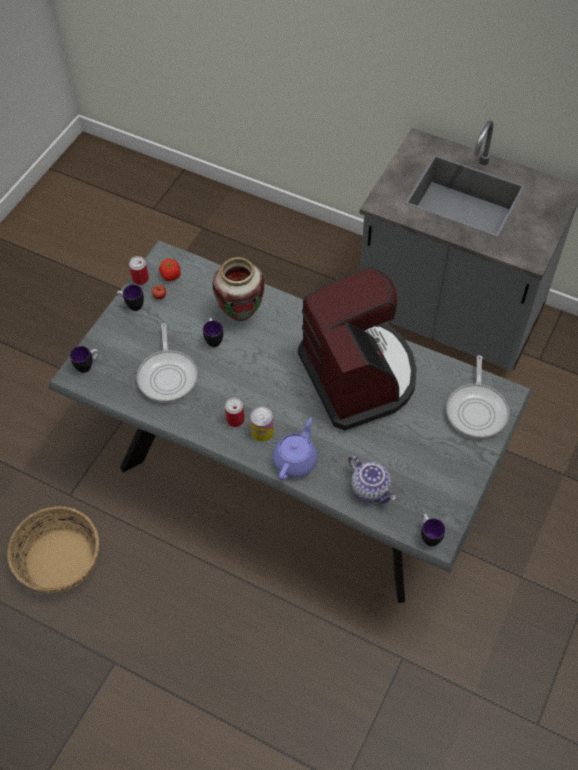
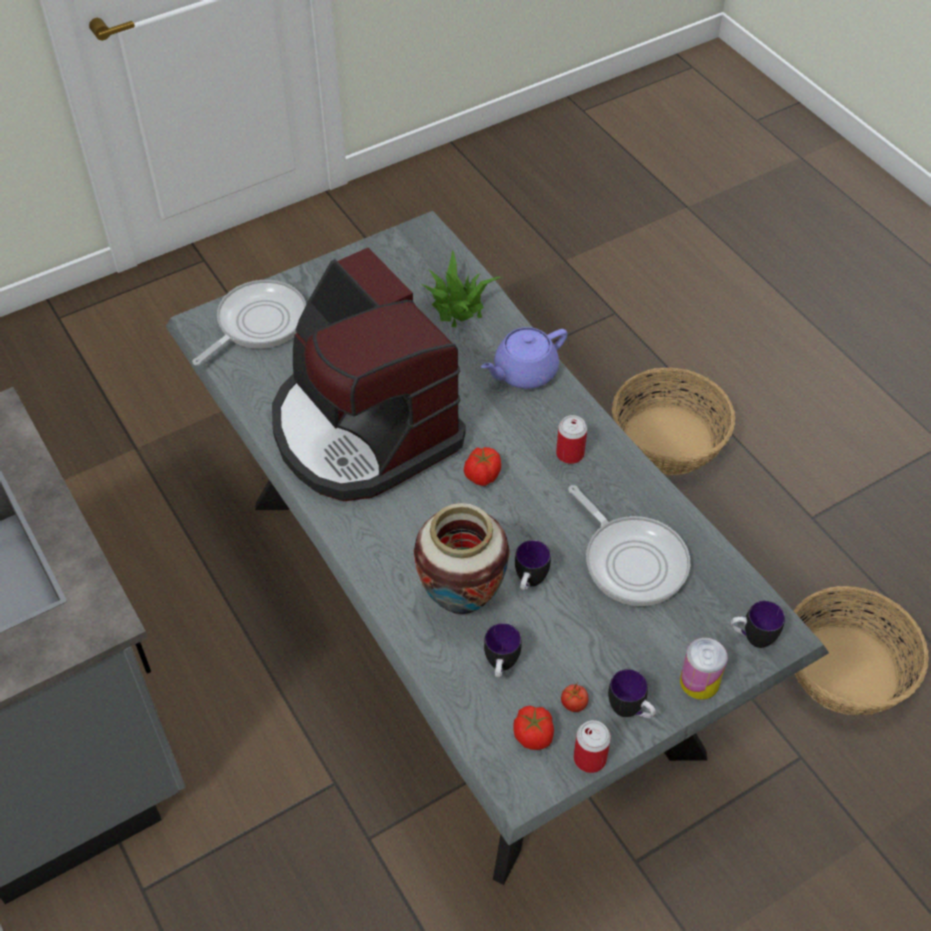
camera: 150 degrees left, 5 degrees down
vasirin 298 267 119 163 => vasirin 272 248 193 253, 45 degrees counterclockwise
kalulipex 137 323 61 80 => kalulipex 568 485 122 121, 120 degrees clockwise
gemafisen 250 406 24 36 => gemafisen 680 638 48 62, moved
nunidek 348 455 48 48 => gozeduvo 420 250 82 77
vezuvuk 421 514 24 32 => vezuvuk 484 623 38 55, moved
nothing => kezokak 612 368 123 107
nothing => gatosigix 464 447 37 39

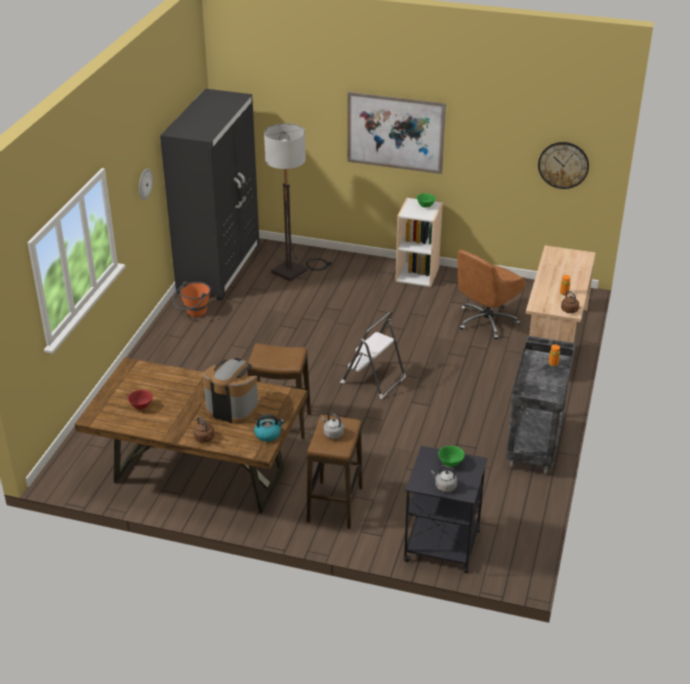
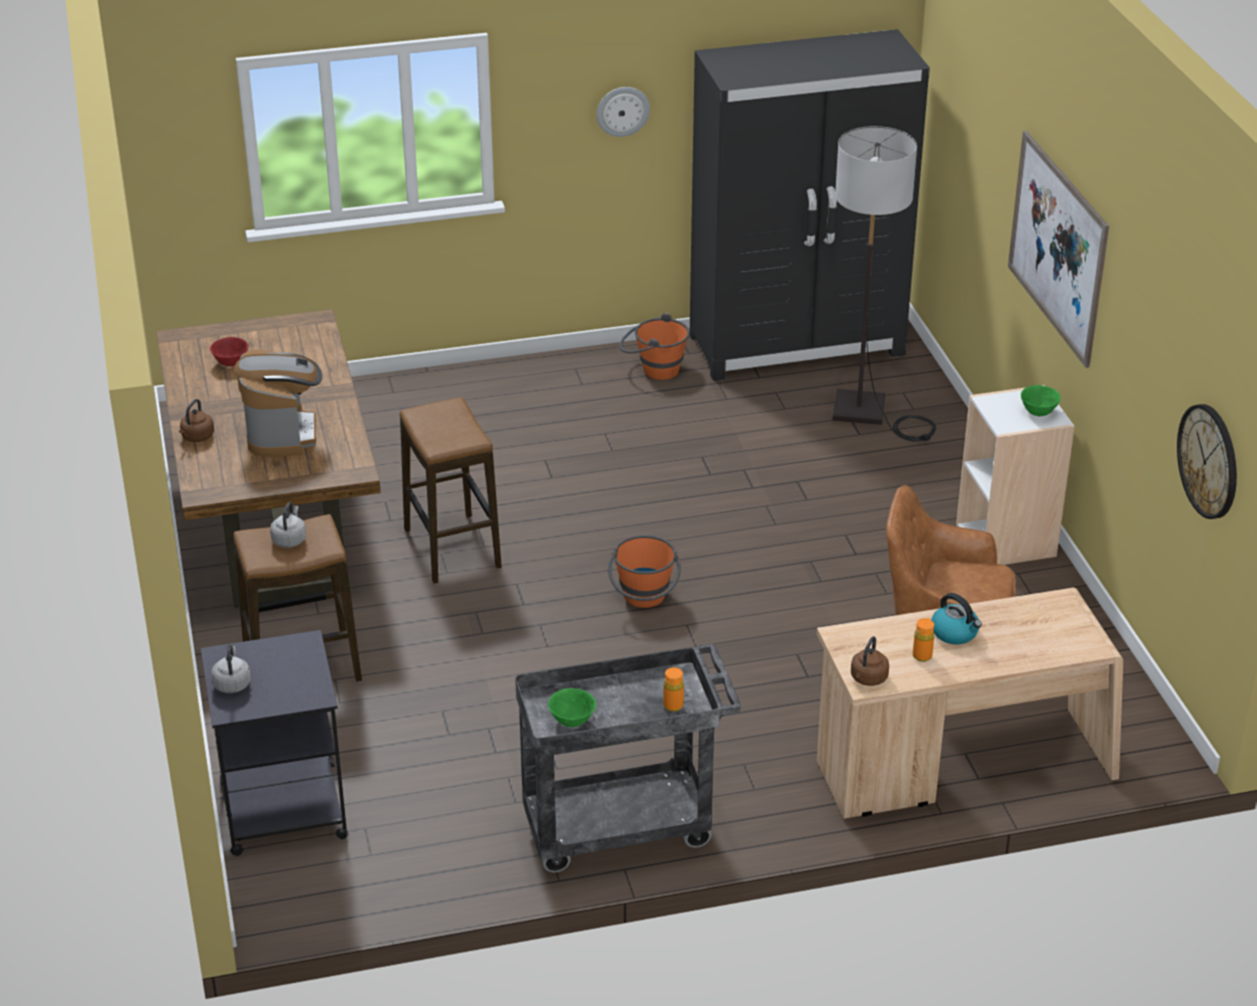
camera: 60 degrees right, 0 degrees up
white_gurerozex 340 311 66 88 => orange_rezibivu 608 535 73 73
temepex 254 414 30 28 => temepex 931 593 51 52, moved
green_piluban 438 446 27 21 => green_piluban 548 688 48 39, moved

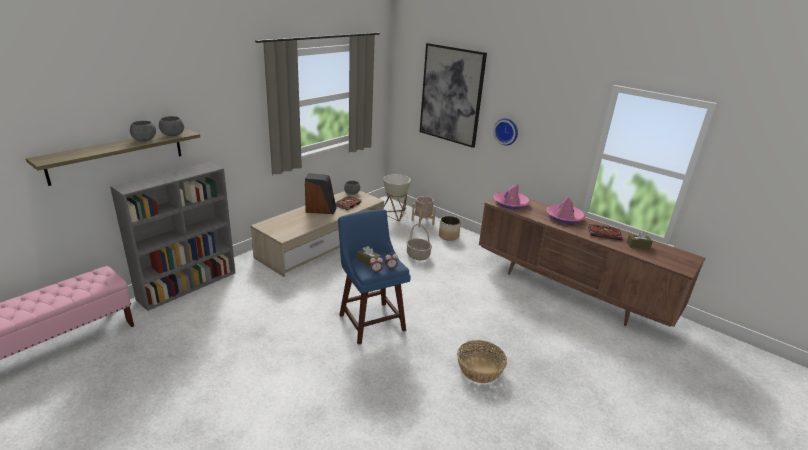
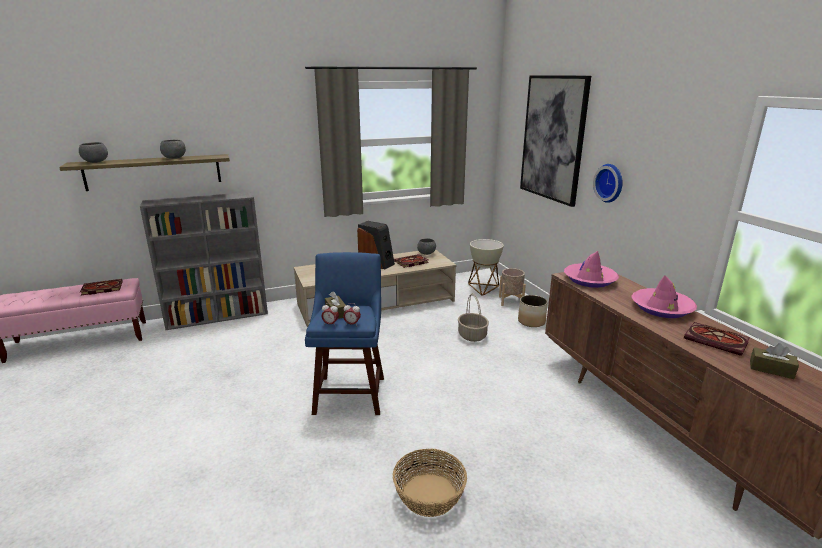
camera: 30 degrees right, 5 degrees down
grey_piluban 159 116 25 20 => grey_piluban 79 142 29 21, moved
nothing => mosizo 80 279 43 16

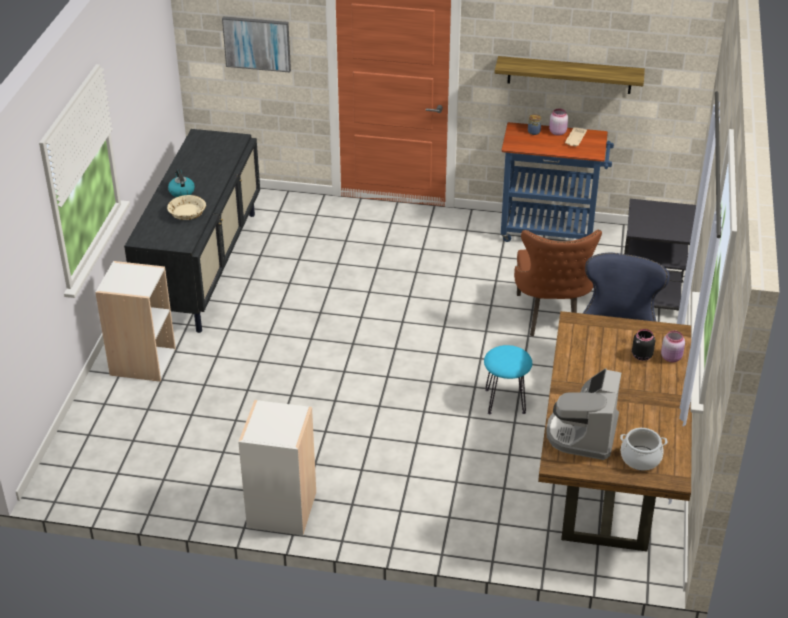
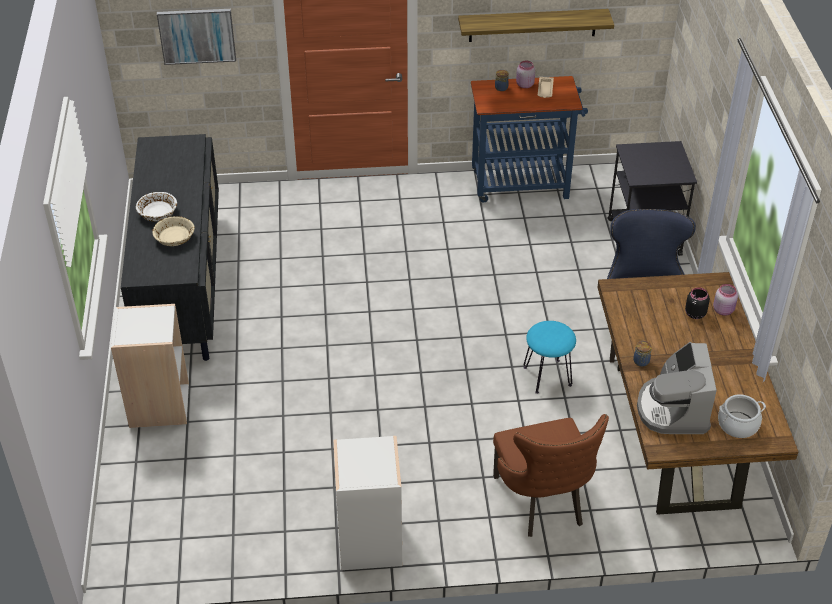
camera: 15 degrees left, 5 degrees up
temepex 168 169 27 28 => white_piluban 136 192 41 29
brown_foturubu 514 230 88 106 => brown_foturubu 493 414 116 123, moved
nothing => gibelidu 633 341 19 26

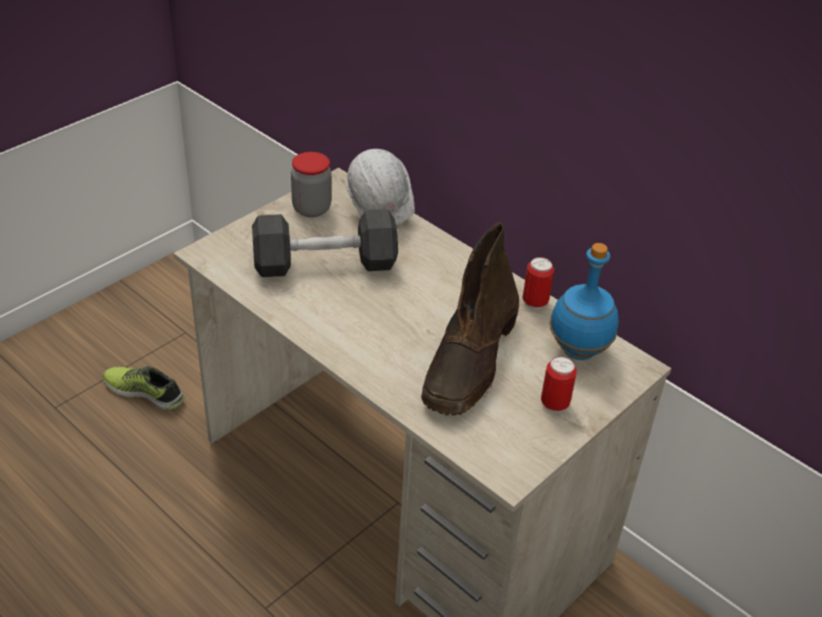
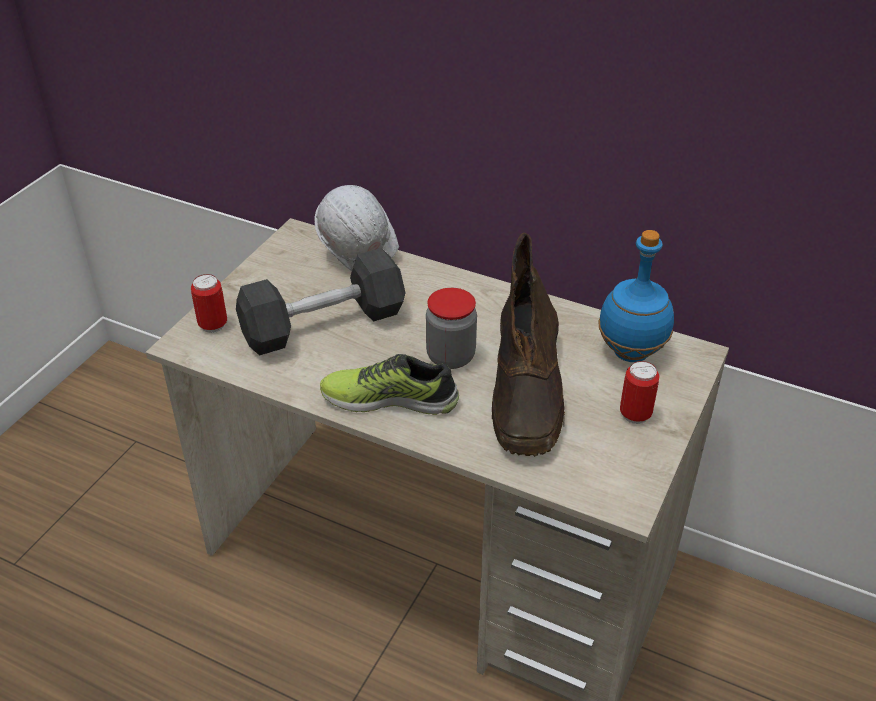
camera: 15 degrees left, 0 degrees up
gibelidu 291 152 40 65 => gibelidu 426 288 51 81, moved
gemafisen 523 257 31 52 => gemafisen 191 274 36 59, moved
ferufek 103 366 81 45 => ferufek 320 354 139 61, moved

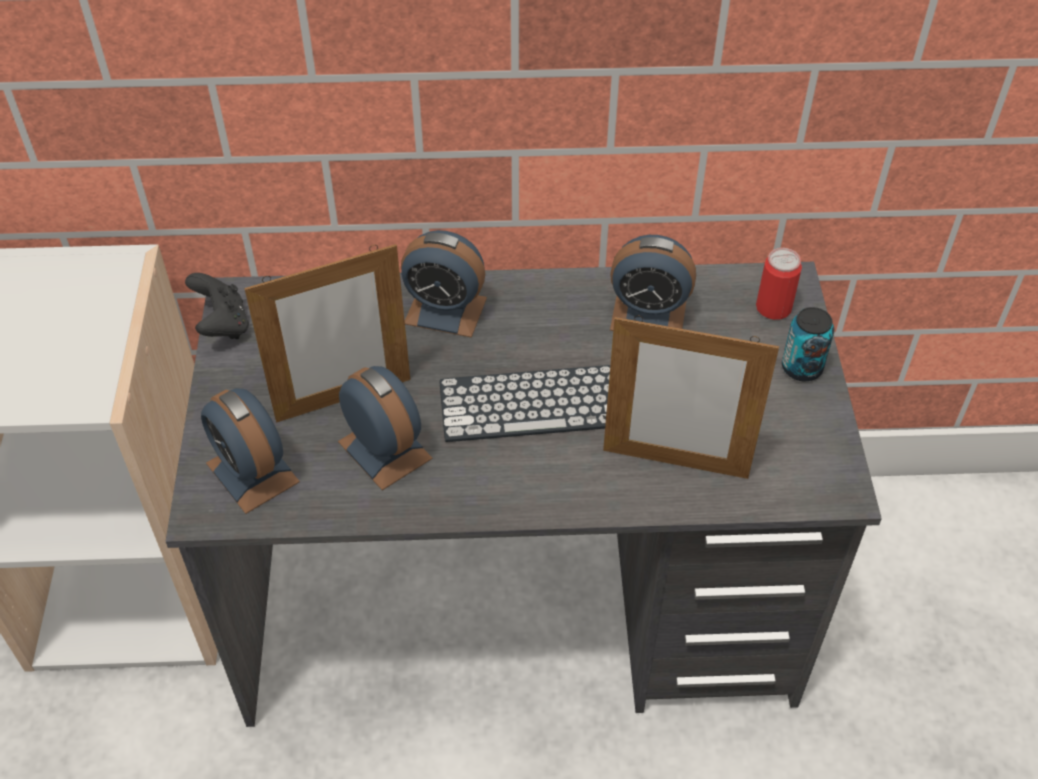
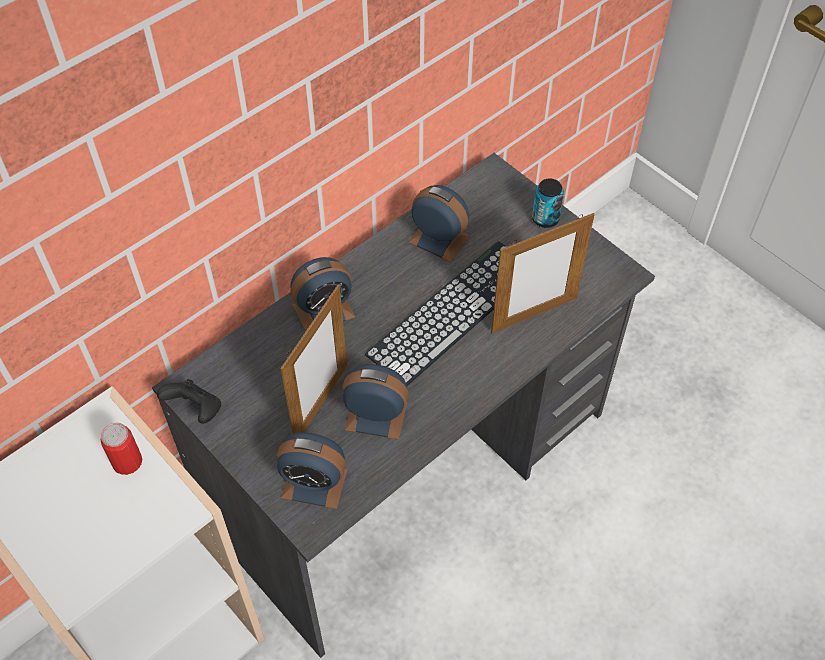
camera: 40 degrees left, 5 degrees up
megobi 610 235 86 96 => megobi 408 185 62 77, 120 degrees counterclockwise
gemafisen 756 248 46 72 => gemafisen 101 423 41 52, moved

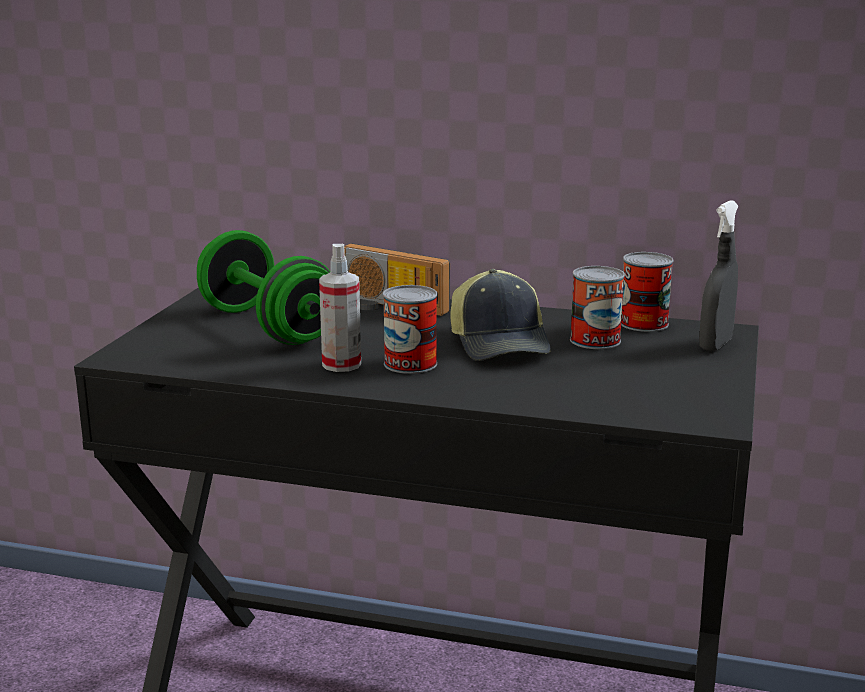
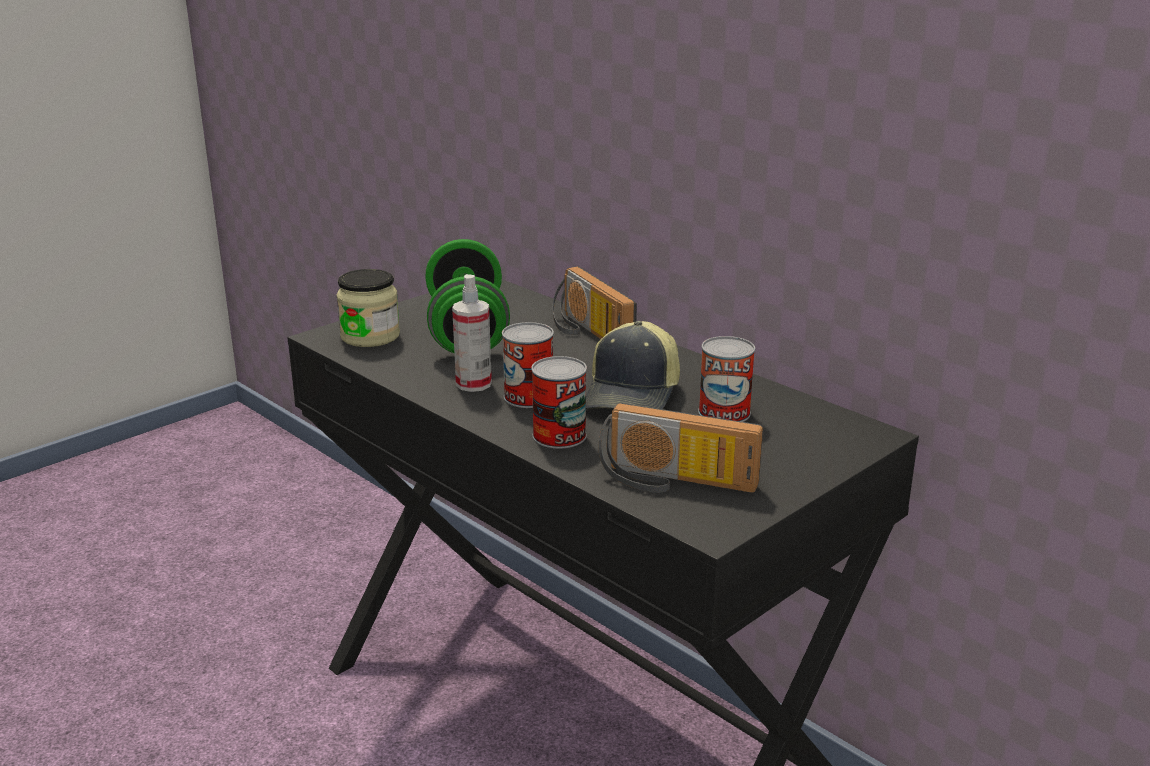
camera: 30 degrees right, 5 degrees up
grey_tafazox 699 200 39 151 => nothing
gemafisen 621 252 52 80 => gemafisen 531 356 56 93, moved
nothing => gibelidu 336 269 64 78
nothing => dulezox 599 403 164 90

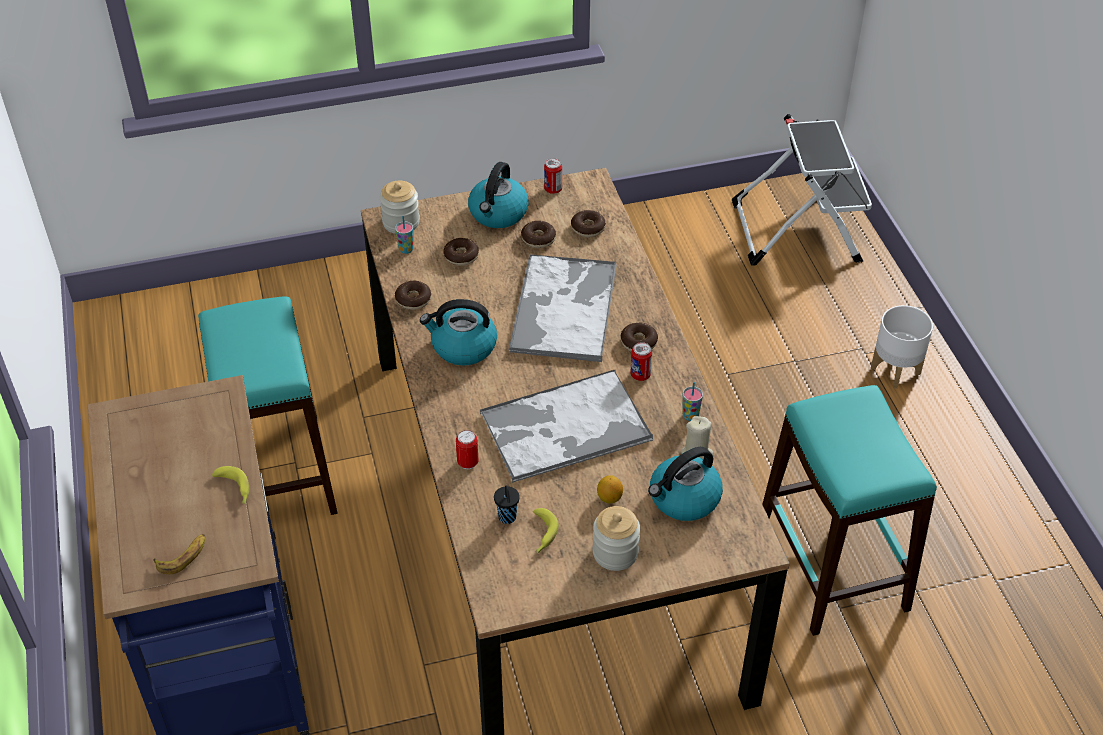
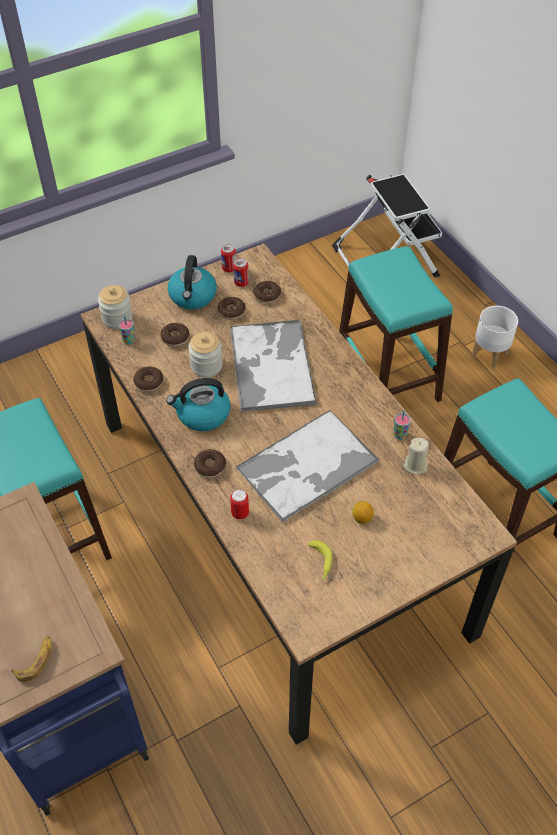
camera: 15 degrees left, 5 degrees up
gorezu 621 322 37 30 => gorezu 194 449 32 29, moved
gemafisen 630 342 22 39 => gemafisen 233 258 16 29, moved
temepex 648 447 75 74 => nothing
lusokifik 212 466 37 38 => nothing
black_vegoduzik 494 485 26 39 => nothing
gibelidu 593 506 47 65 => gibelidu 188 332 35 46, moved
nothing => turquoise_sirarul 339 246 114 156

